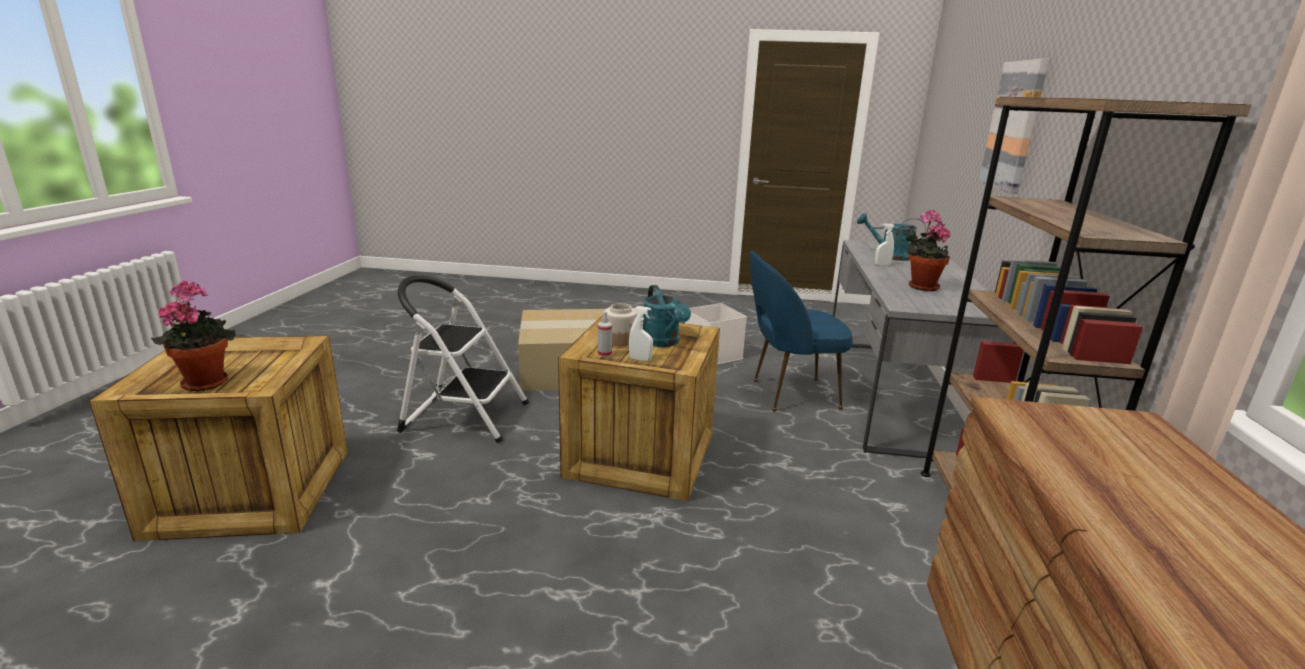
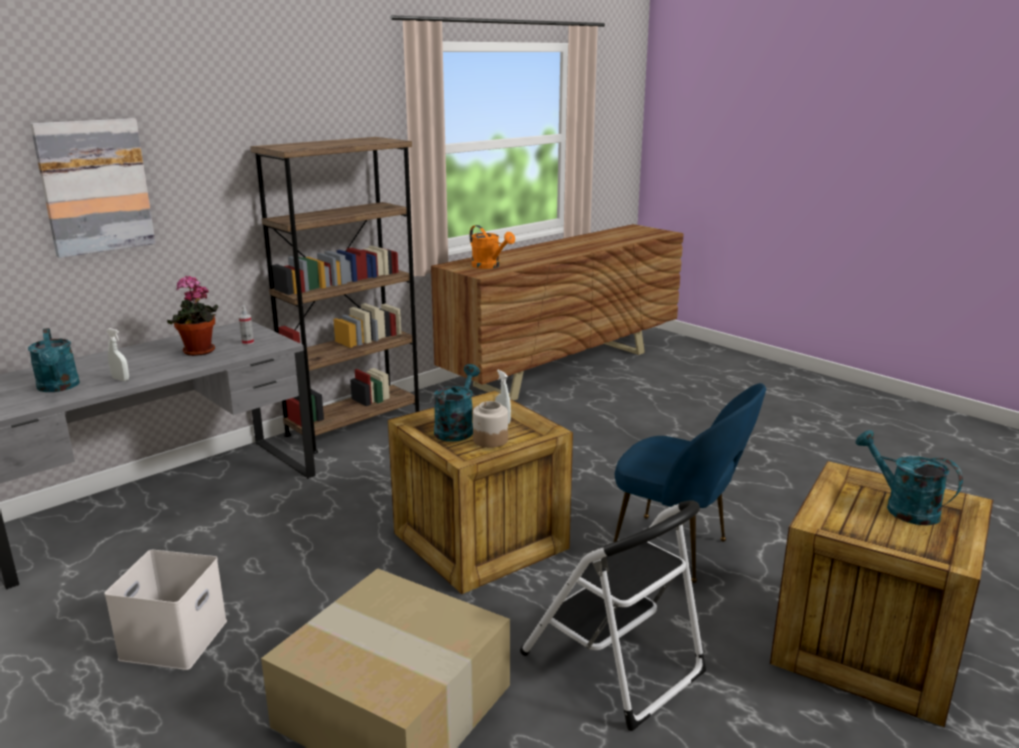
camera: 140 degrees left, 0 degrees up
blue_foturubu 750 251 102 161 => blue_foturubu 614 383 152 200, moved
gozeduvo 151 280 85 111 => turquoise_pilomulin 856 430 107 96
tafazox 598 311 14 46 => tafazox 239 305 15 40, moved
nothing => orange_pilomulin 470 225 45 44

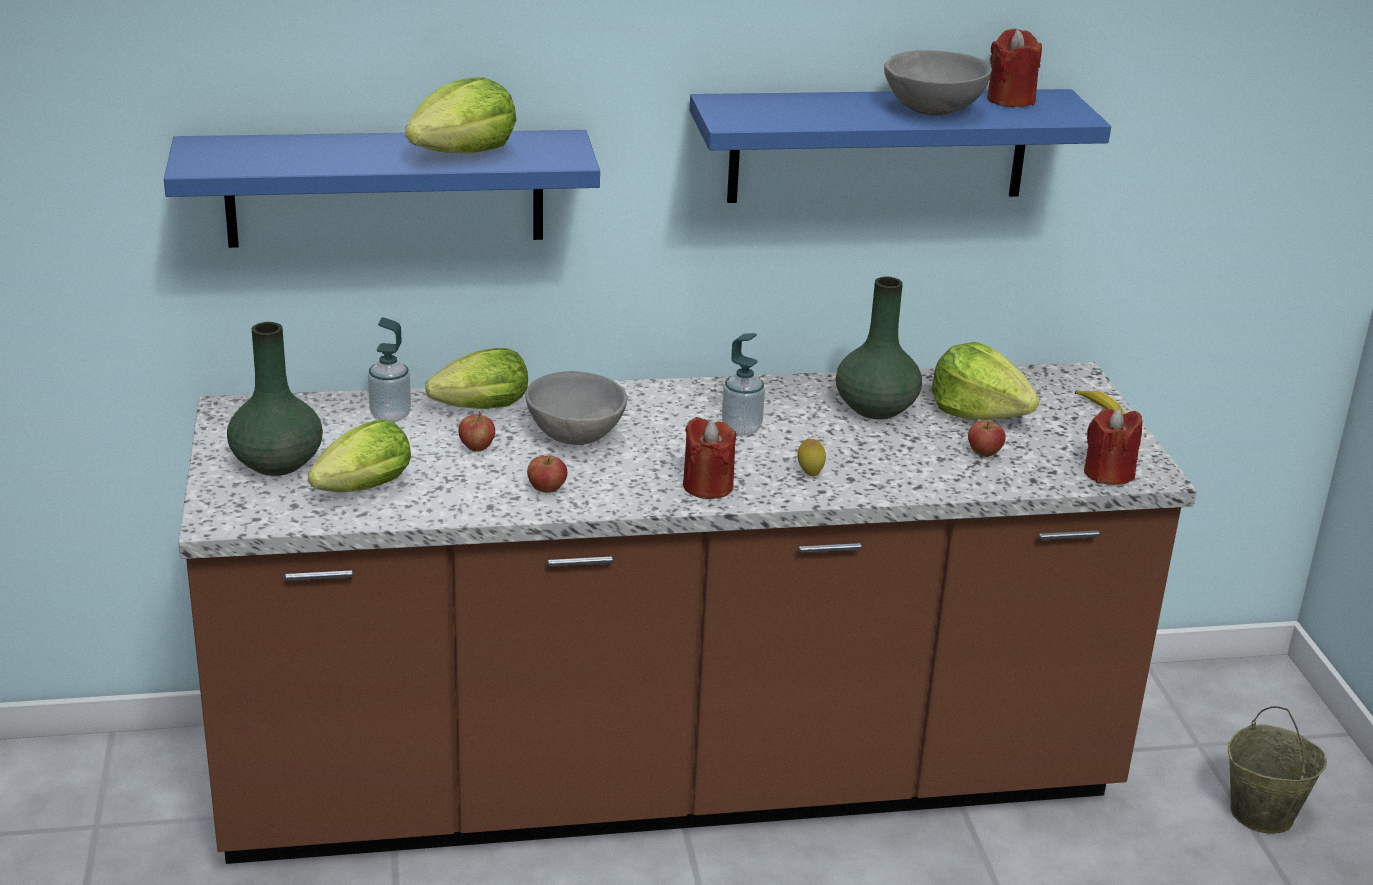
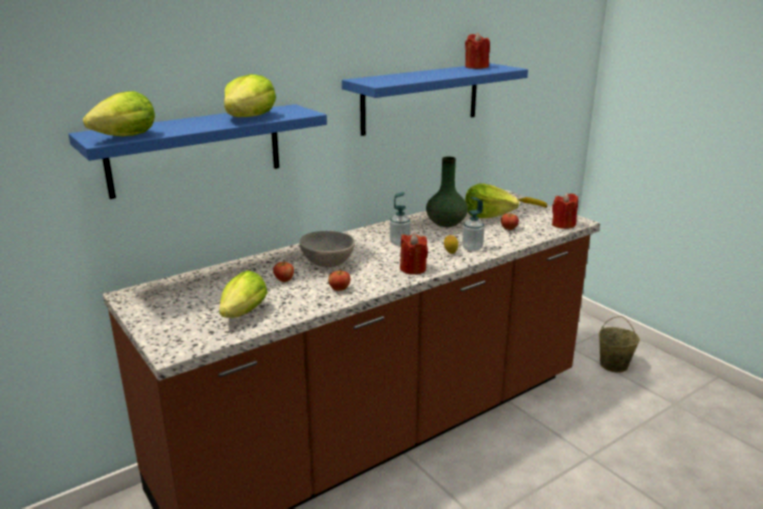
camera: 25 degrees left, 5 degrees down
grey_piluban 884 50 108 65 => nothing
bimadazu 368 317 43 105 => bimadazu 462 197 23 55, moved
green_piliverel 227 322 96 154 => nothing
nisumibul 425 348 103 61 => nisumibul 83 91 72 45, moved

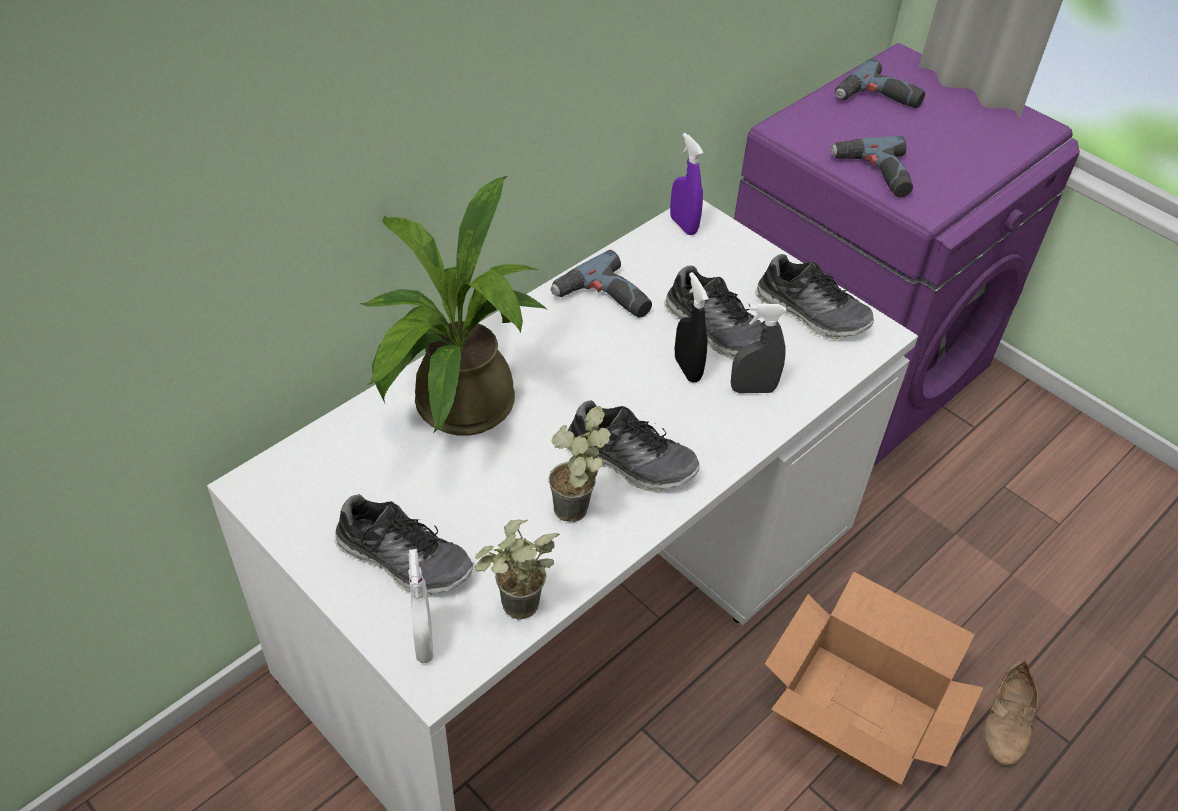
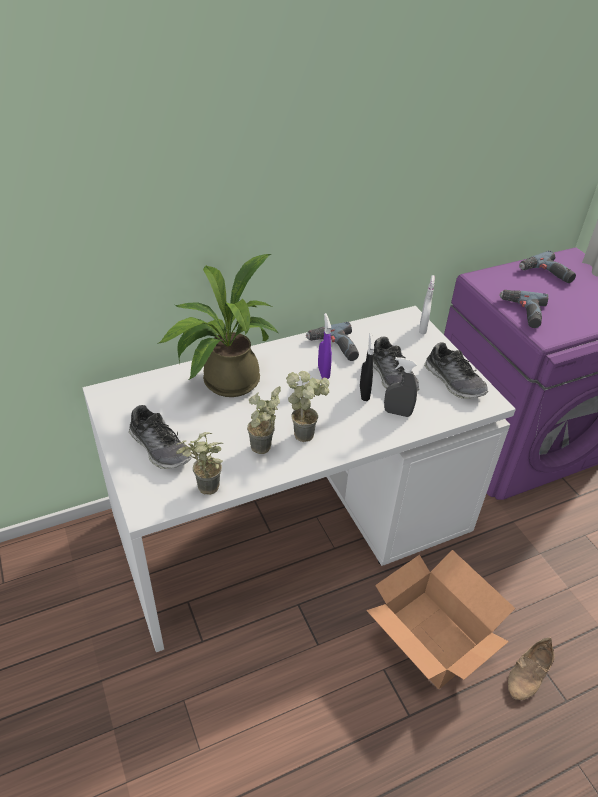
camera: 20 degrees right, 5 degrees down
purple_tafazox 670 133 33 102 => purple_tafazox 318 313 14 66, moved
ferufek 566 400 134 92 => gozeduvo 286 371 44 71
white_tafazox 408 549 26 114 => white_tafazox 419 275 16 59, moved

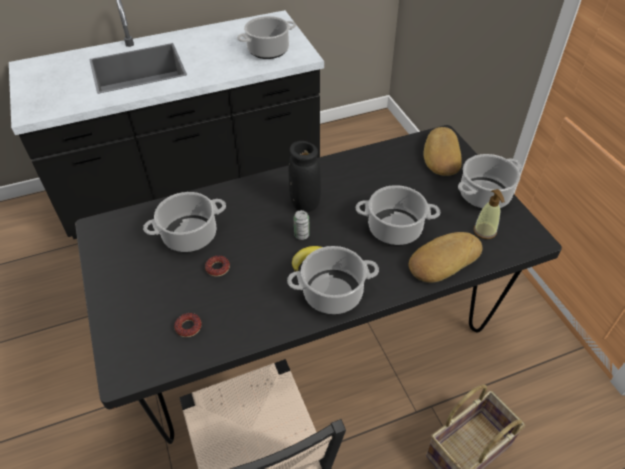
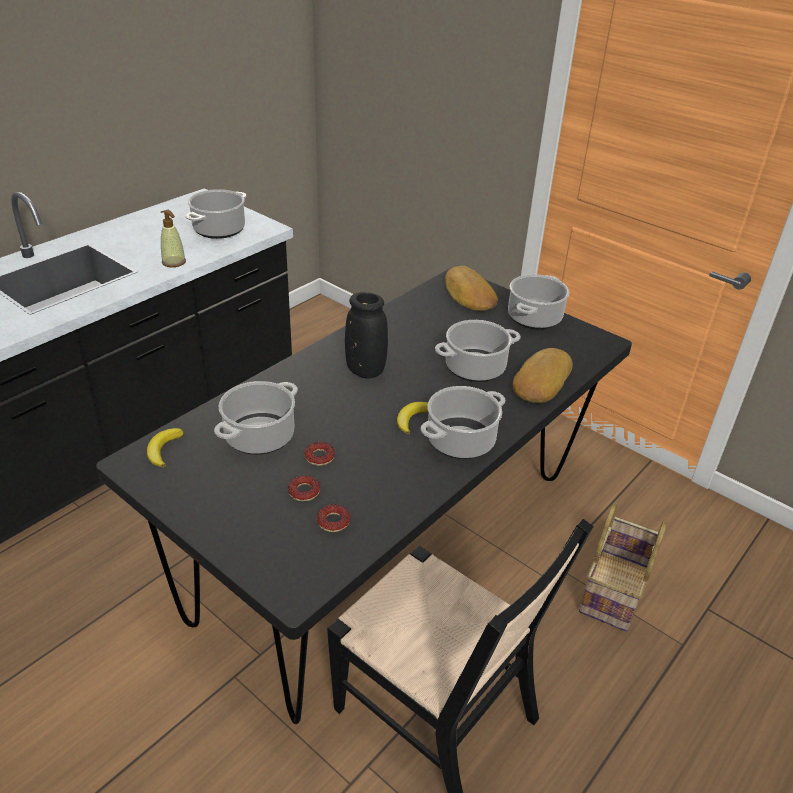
camera: 30 degrees left, 10 degrees down
bimadazu 473 189 32 50 => bimadazu 161 210 25 57, moved
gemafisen 293 210 17 30 => nothing
nothing => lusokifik 147 428 37 39
nothing => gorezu 288 475 32 27

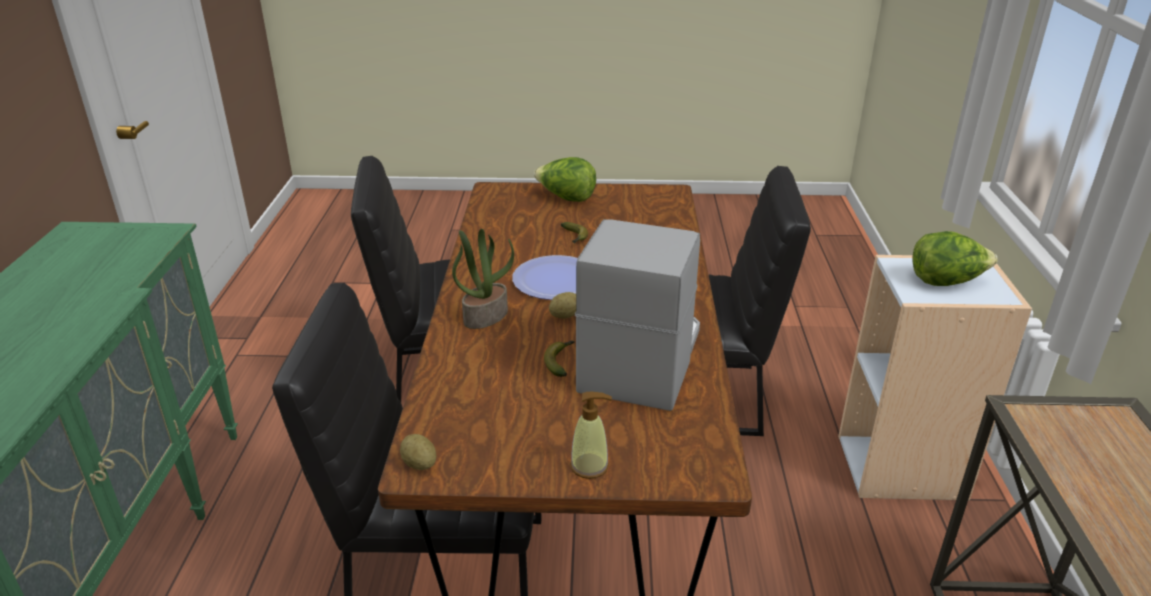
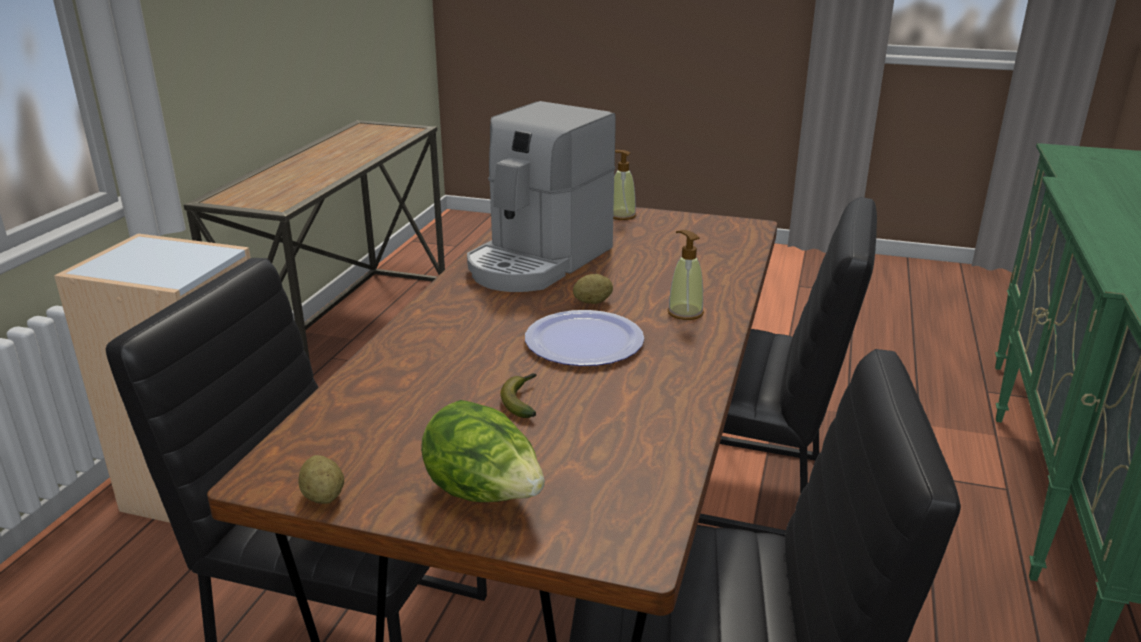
camera: 165 degrees left, 5 degrees down
gozeduvo 452 229 62 100 => bimadazu 667 230 37 90
nisumibul 912 231 86 55 => nothing
lusokifik 544 341 31 36 => nothing
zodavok 400 434 37 36 => zodavok 298 455 46 49, moved

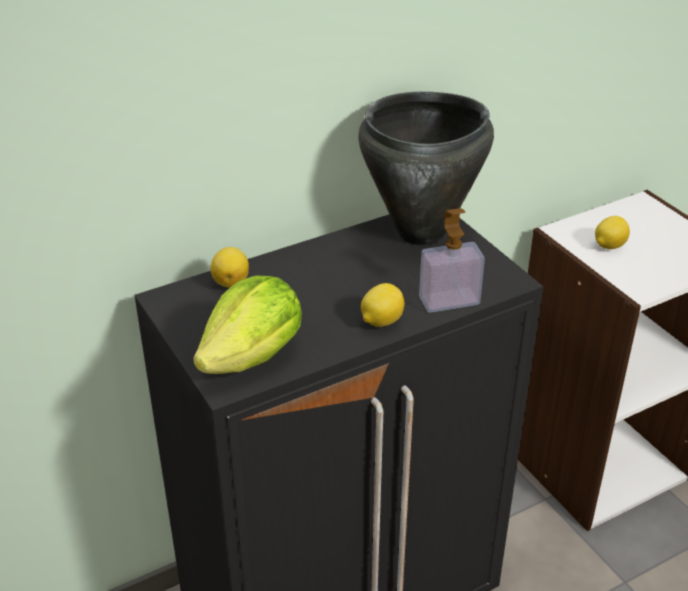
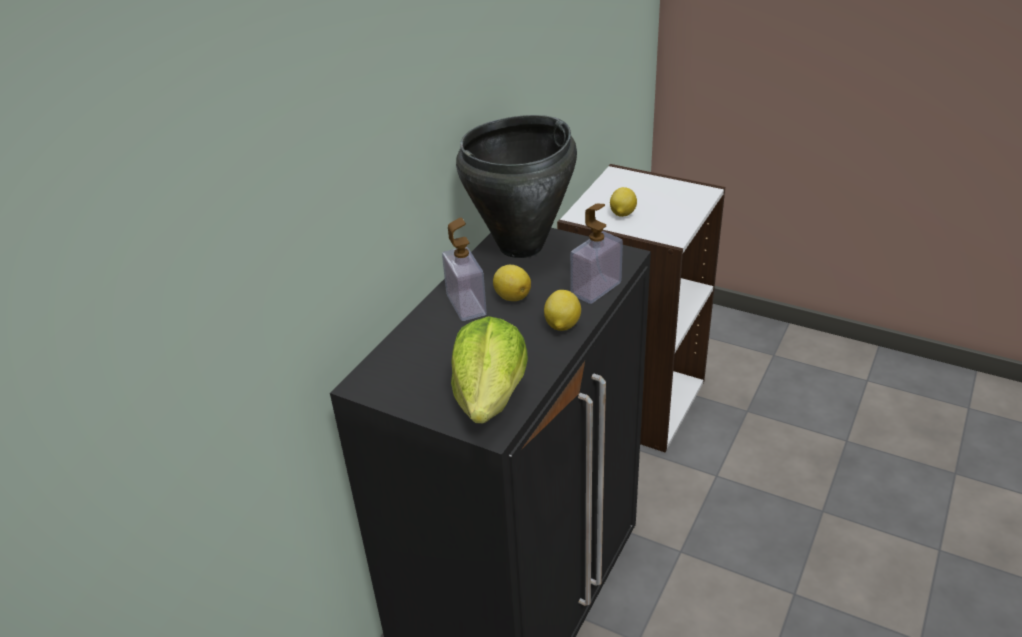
camera: 30 degrees left, 0 degrees up
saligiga 211 247 38 41 => saligiga 493 265 38 36, moved
nothing => bimadazu 442 218 45 103

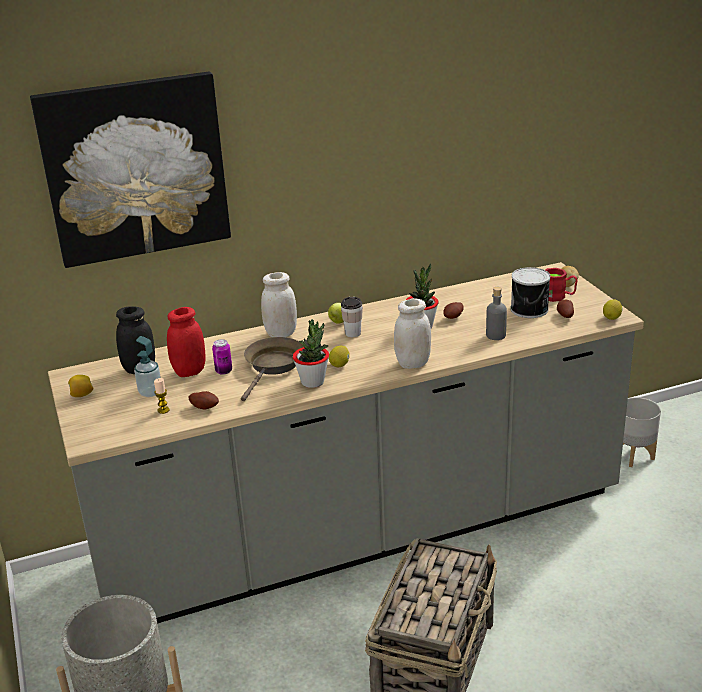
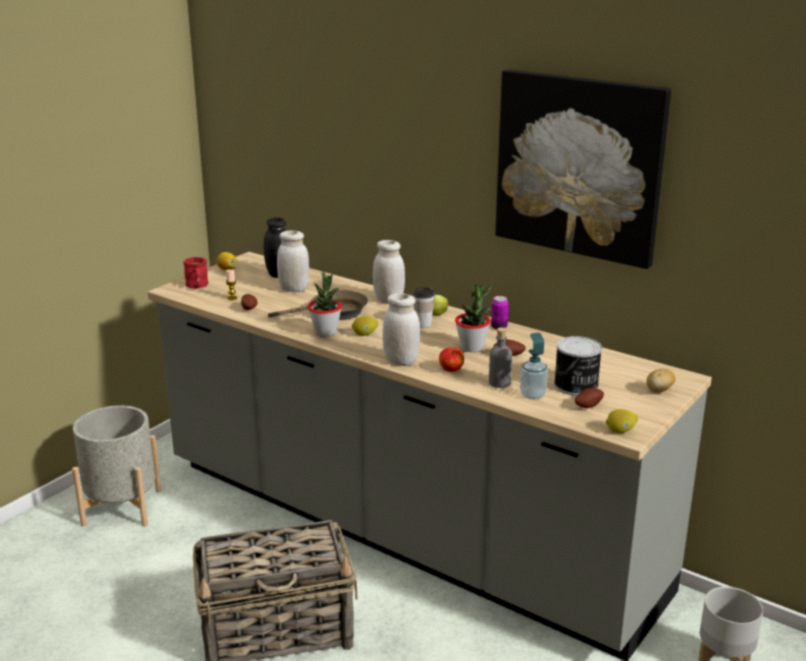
camera: 55 degrees right, 5 degrees down
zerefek 30 72 201 196 => zerefek 495 69 176 200, moved
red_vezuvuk 546 268 32 34 => red_vezuvuk 183 257 26 32, moved
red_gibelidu 167 307 39 70 => white_gibelidu 277 230 32 62
bimadazu 134 336 27 61 => bimadazu 520 333 28 66, moved
gemafisen 212 339 20 36 => gemafisen 491 296 18 34, moved
nothing => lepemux 439 348 25 24

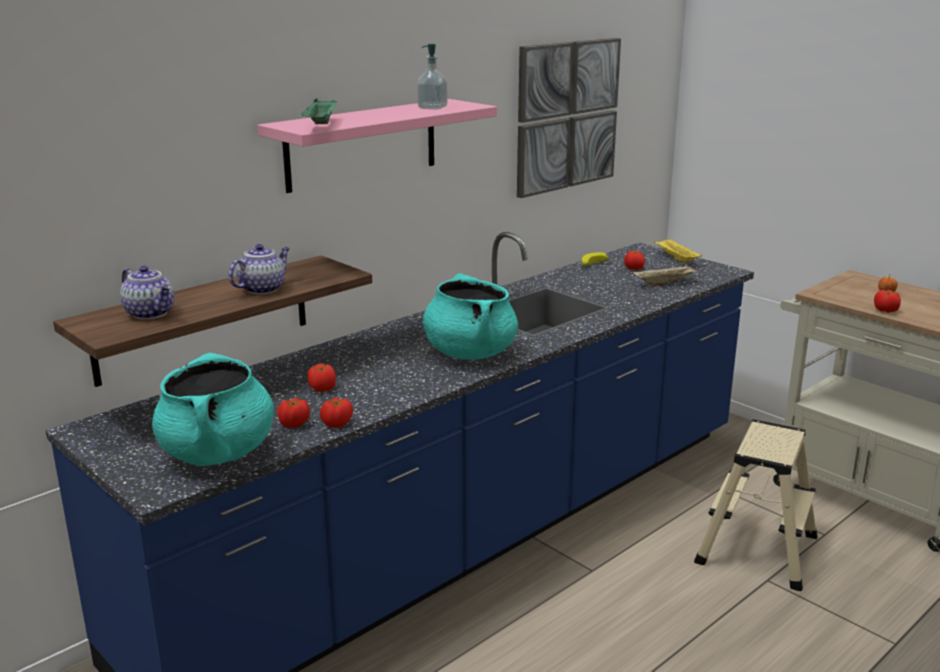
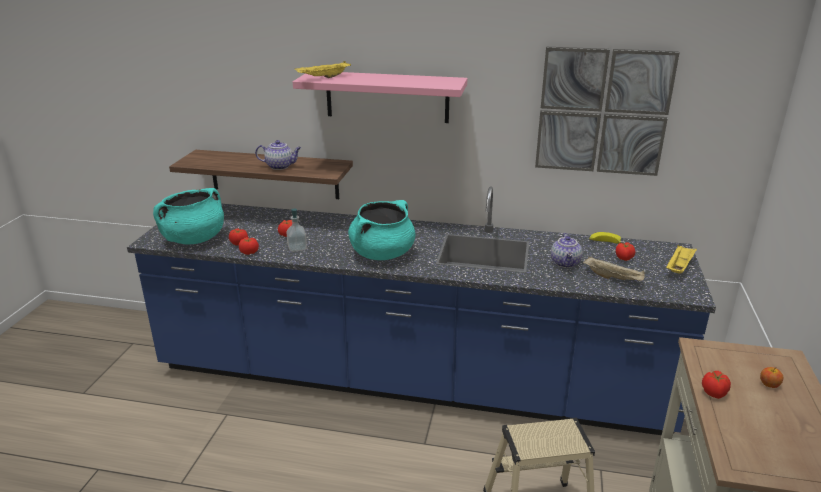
camera: 55 degrees right, 5 degrees up
bimadazu 417 44 30 66 => bimadazu 286 209 21 43, moved
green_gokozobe 301 99 36 25 => yellow_gokozobe 295 61 56 17
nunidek 120 266 54 54 => nunidek 551 233 31 35, moved

